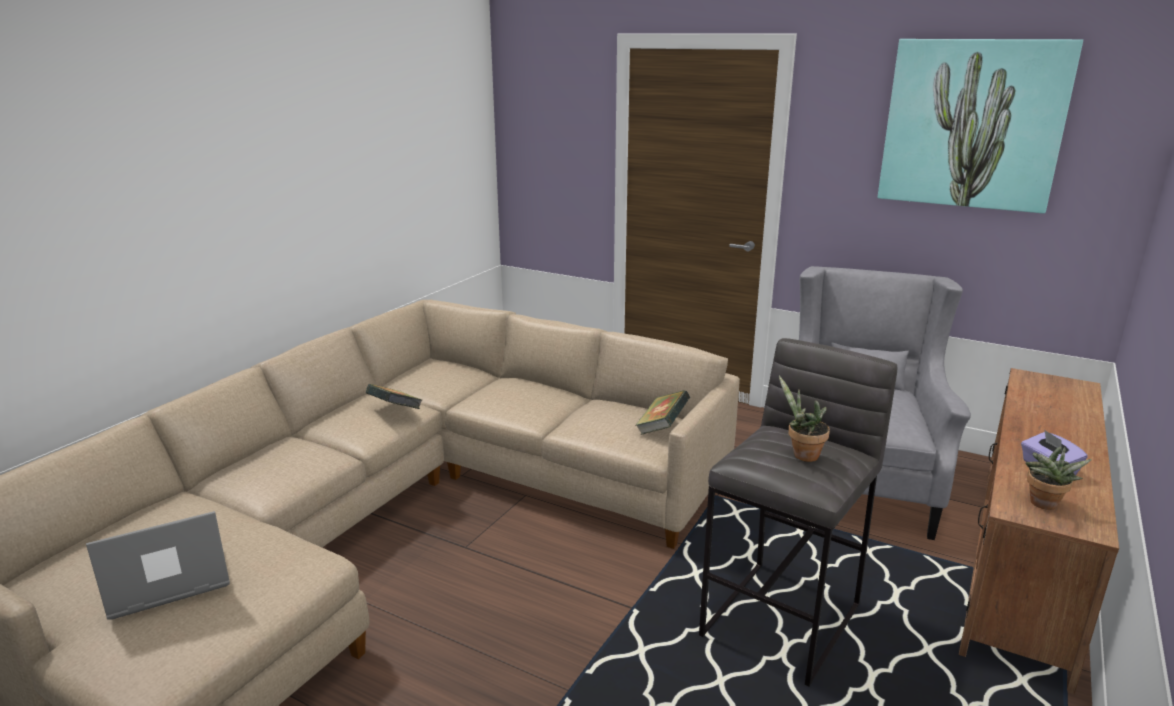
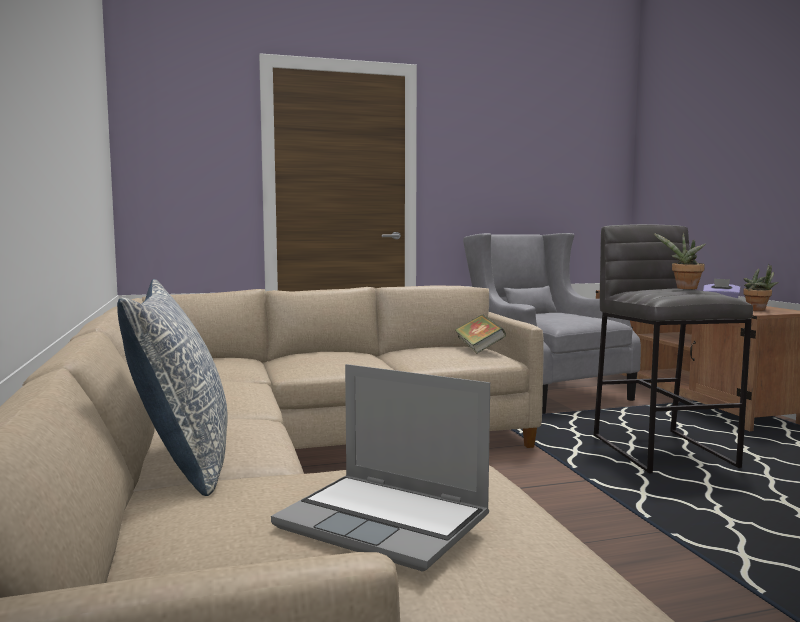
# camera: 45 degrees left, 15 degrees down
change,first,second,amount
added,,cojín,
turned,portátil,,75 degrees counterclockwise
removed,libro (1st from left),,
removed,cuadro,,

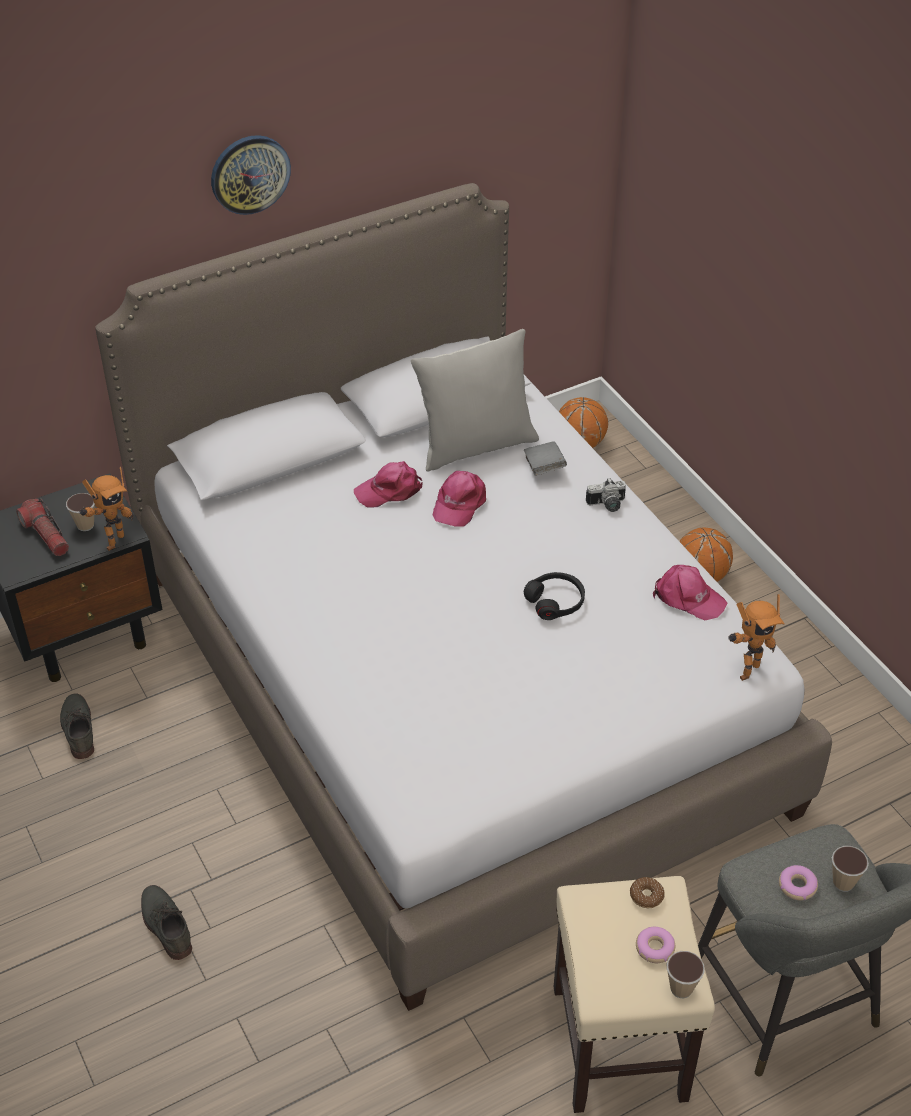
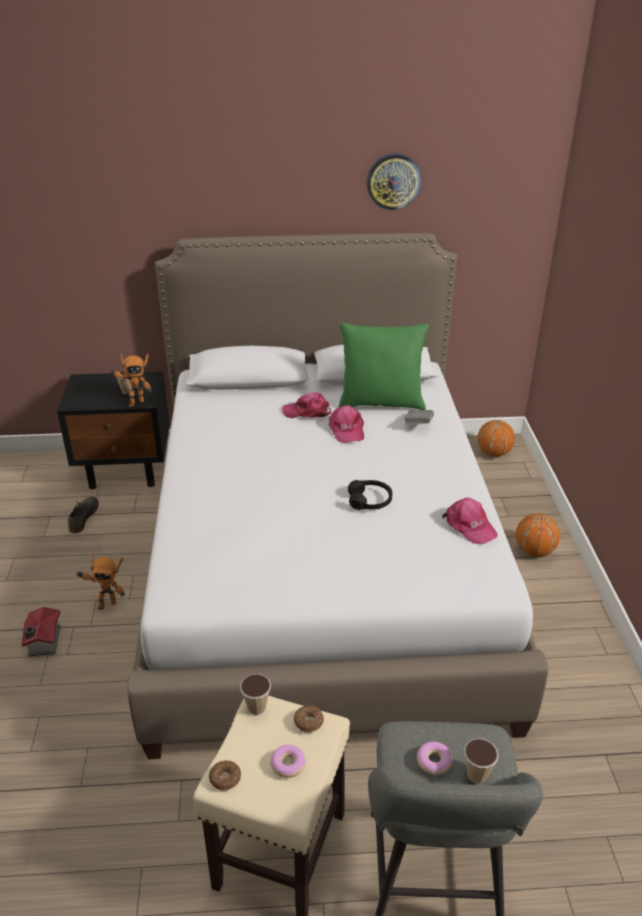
# camera: 25 degrees right, 10 degrees down
change,first,second,amount
replaced,zapato [gris] (2nd from left),casita,
moved,robot de juguete (2nd from left in the first image),robot de juguete (1st from left),
added,,rosquilla (1st from left),
moved,taza (2nd from left),,
turned,gorra [rosa] (2nd from left),,60 degrees counterclockwise
recoloured,cojín [gris],cojín [verde],
moved,reloj de pared,,
removed,linterna,,
removed,cámara,,

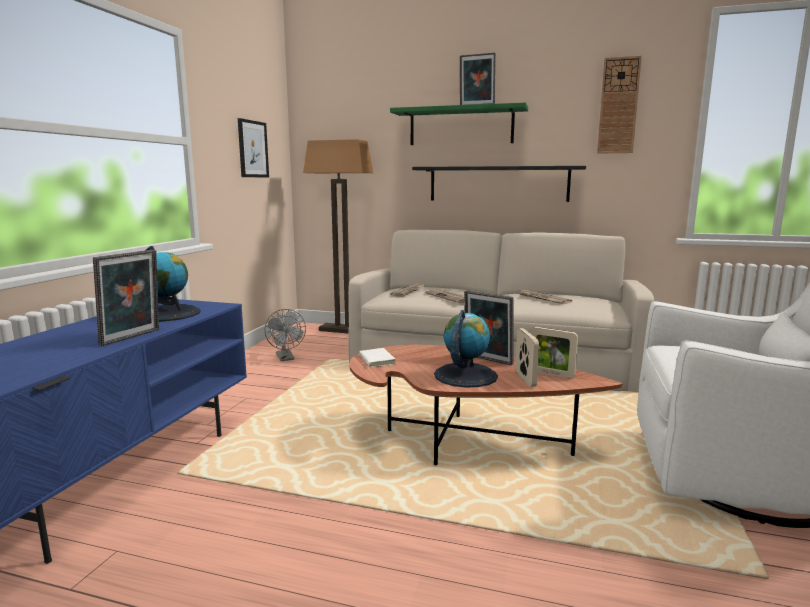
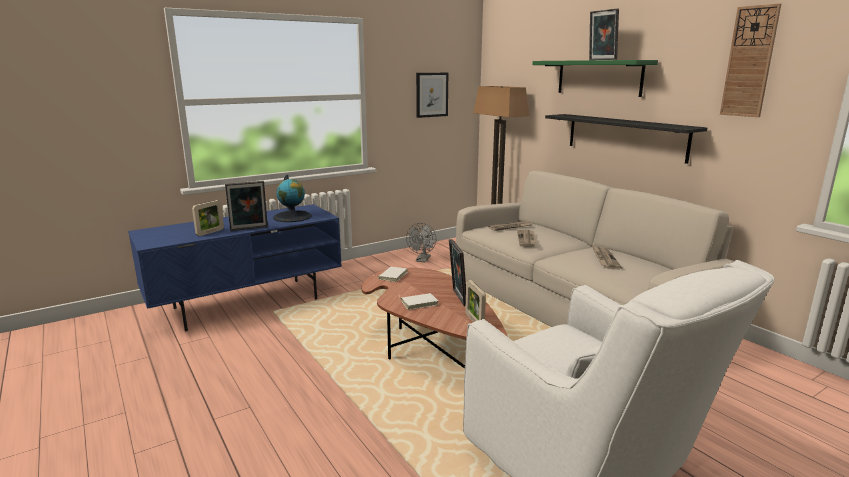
# camera: 40 degrees right, 5 degrees up
change,first,second,amount
moved,portarretratos (4th from left in the first image),portarretratos (1st from left),
replaced,globo terráqueo (2nd from left),libro [blanco] (2nd from left),

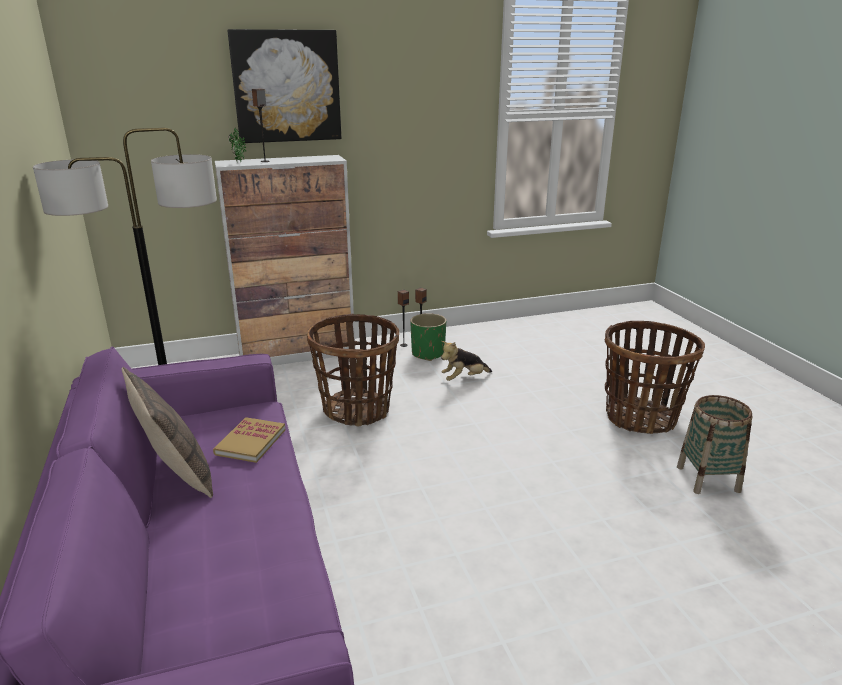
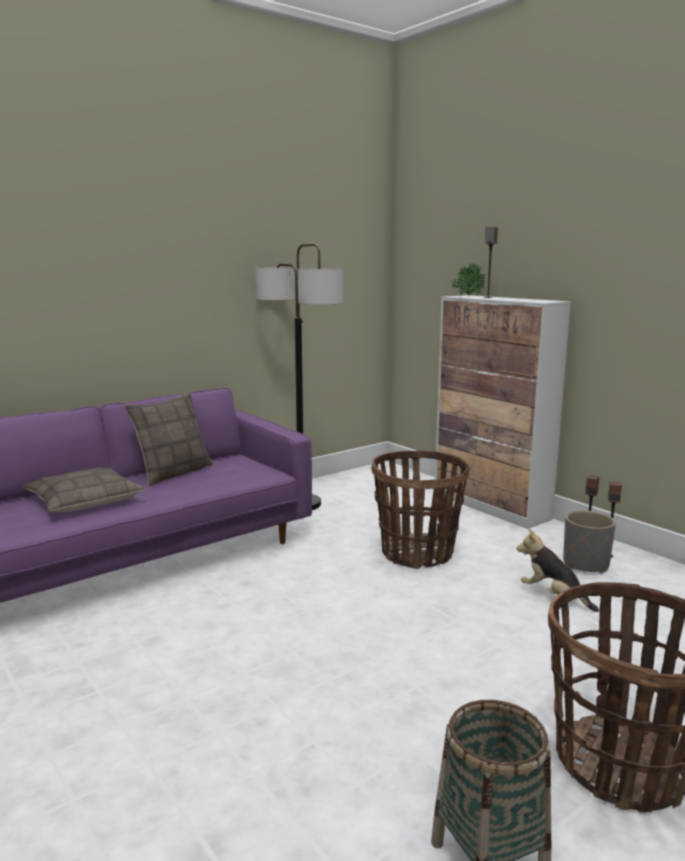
# camera: 70 degrees right, 10 degrees down
change,first,second,amount
added,,cojín (1st from left),
recoloured,maceta [verde],maceta [gris],
removed,libro,,
removed,cuadro,,

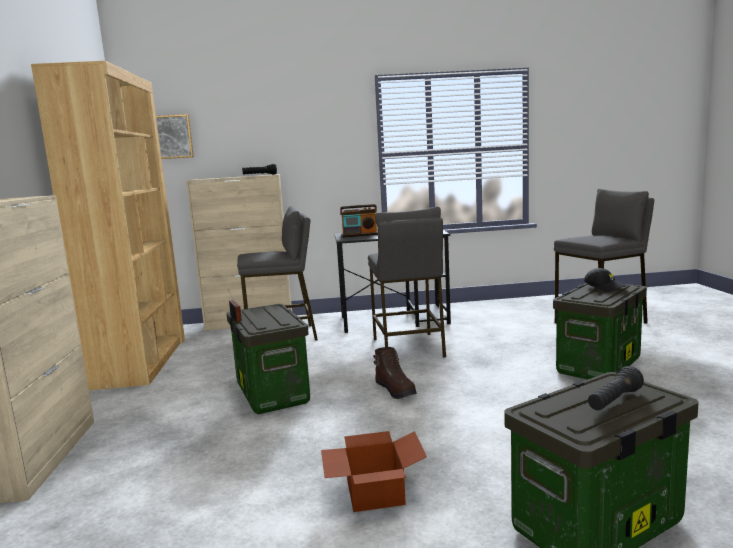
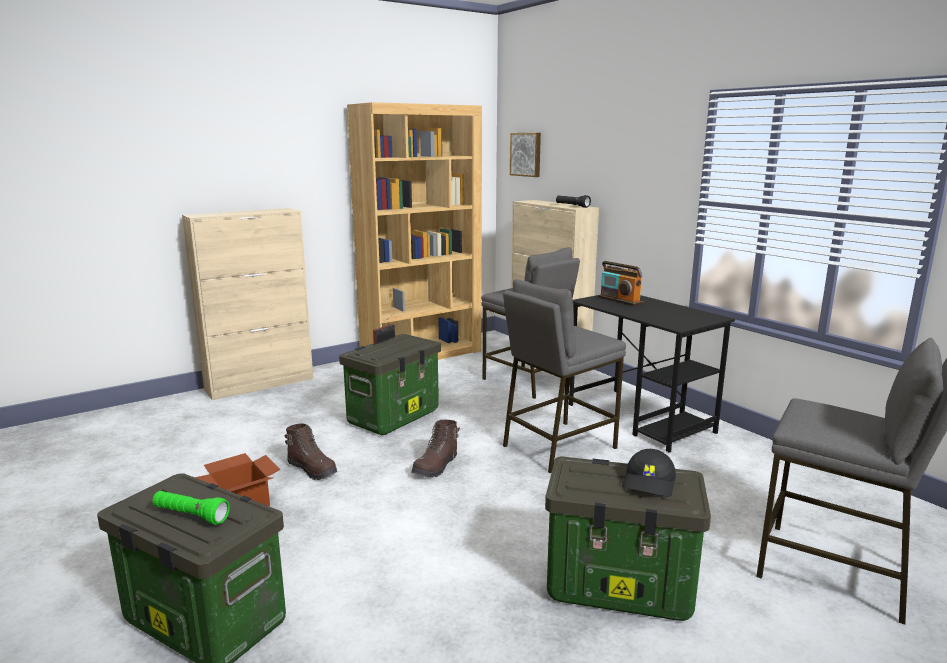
# camera: 60 degrees right, 5 degrees up
change,first,second,amount
recoloured,linterna [negro] (2nd from left),linterna [verde],
added,,bota [marrón] (1st from left),

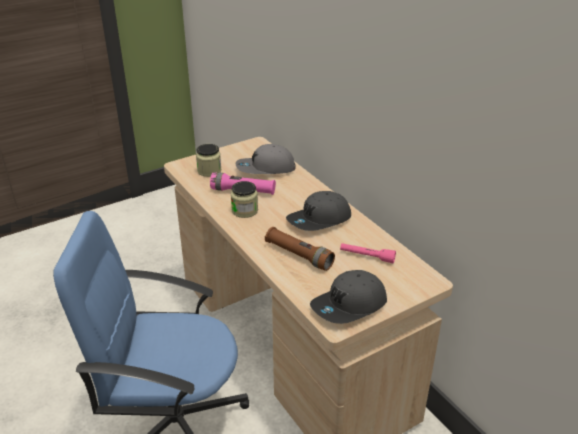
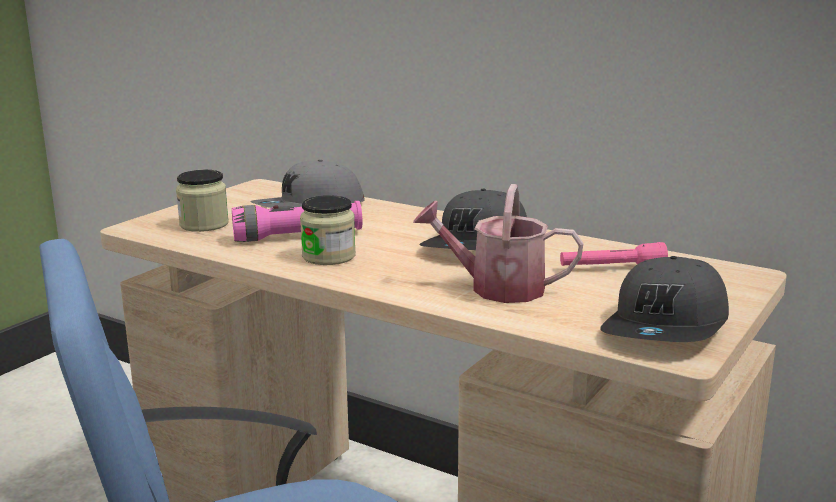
# camera: 25 degrees left, 15 degrees down
change,first,second,amount
replaced,linterna [marrón],regadera,

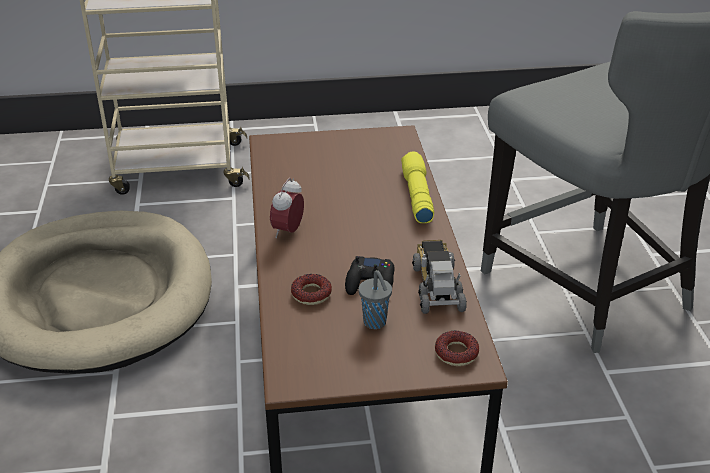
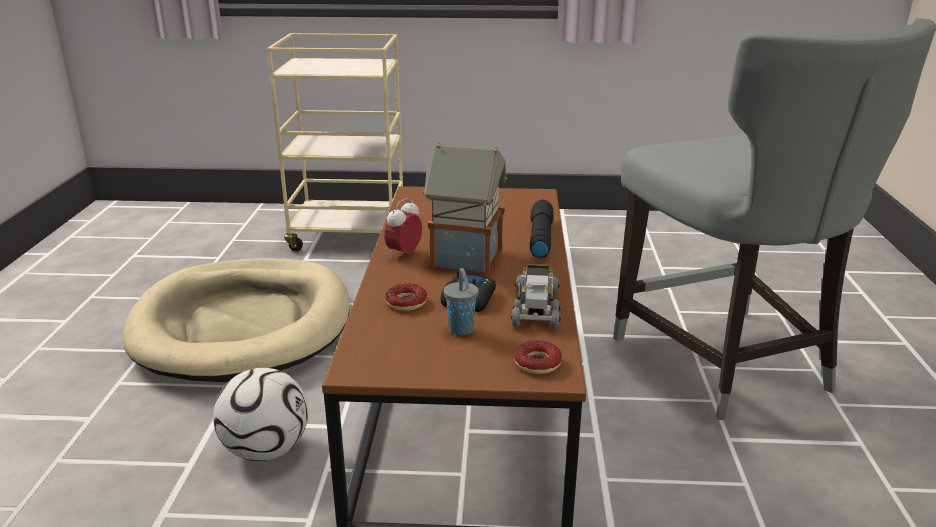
# camera: 10 degrees right, 10 degrees down
change,first,second,amount
added,,balón de fútbol,
added,,casita,
recoloured,linterna [amarillo],linterna [negro],

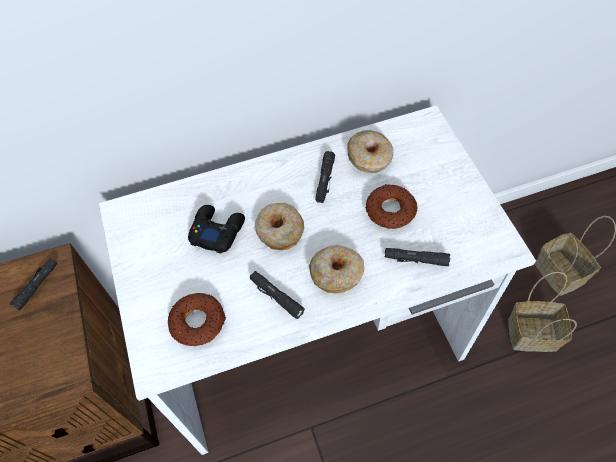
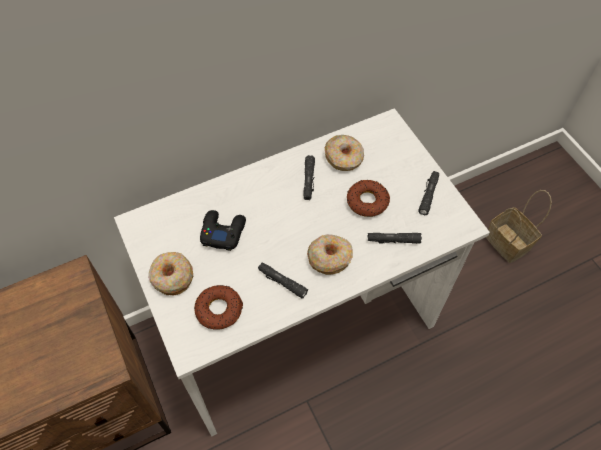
# camera: 10 degrees left, 0 degrees up
change,first,second,amount
moved,rosquilla (2nd from left in the first image),rosquilla (1st from left),
moved,linterna [negro] (1st from left in the first image),linterna [negro] (4th from left),
removed,cesta (1st from left),,

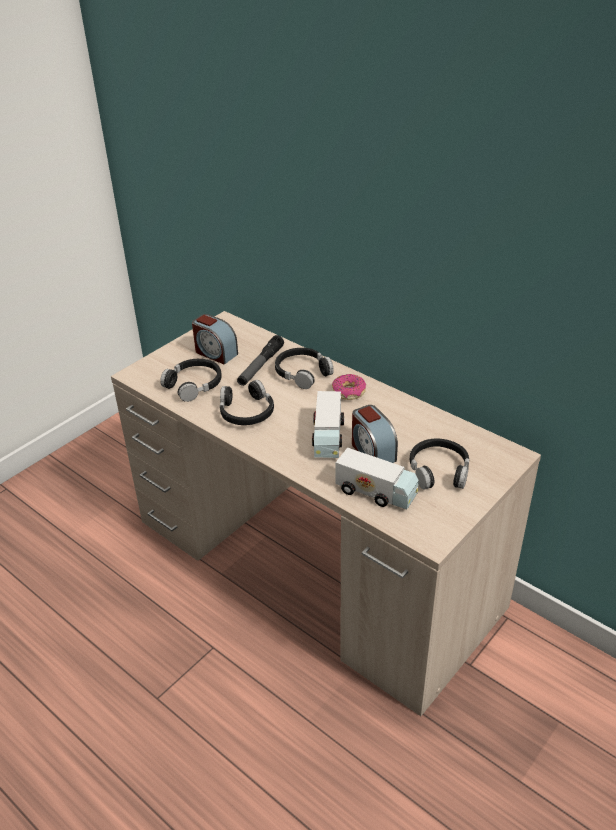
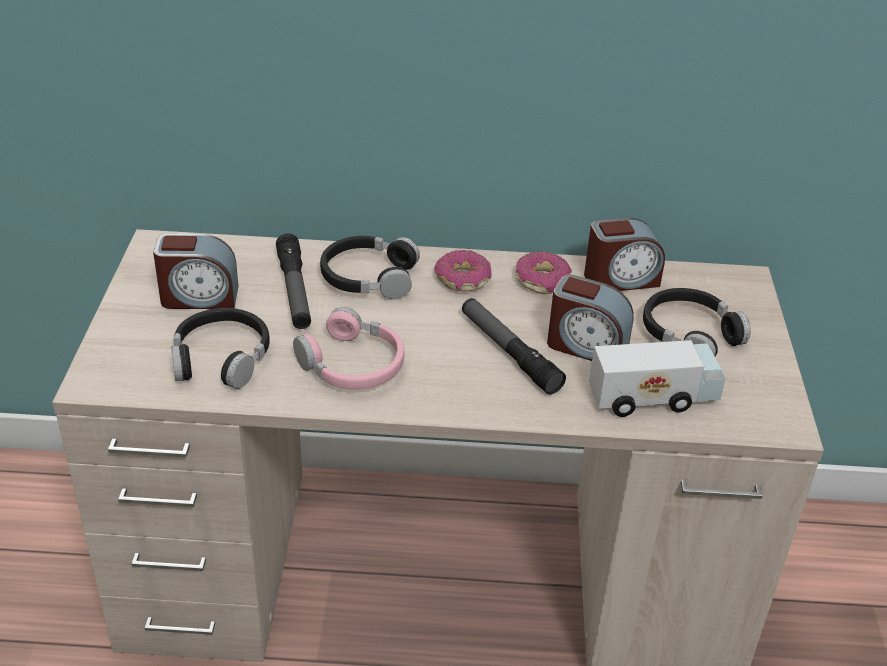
# camera: 40 degrees left, 0 degrees up
change,first,second,amount
recoloured,auriculares [negro] (2nd from left),auriculares [rosa],
replaced,camión de juguete (1st from left),linterna (2nd from left),
added,,rosquilla (2nd from left),
added,,despertador (3rd from left),

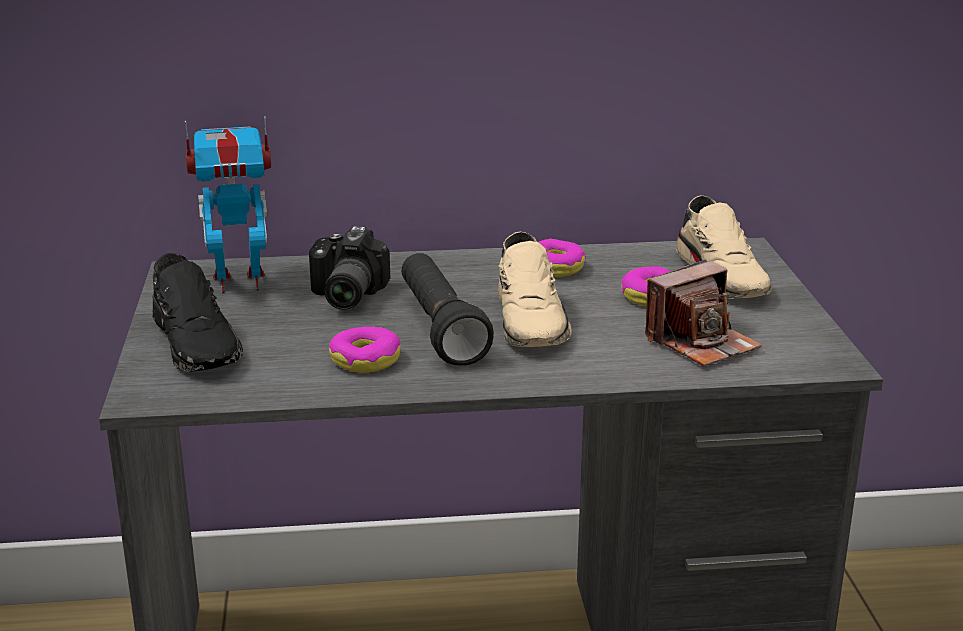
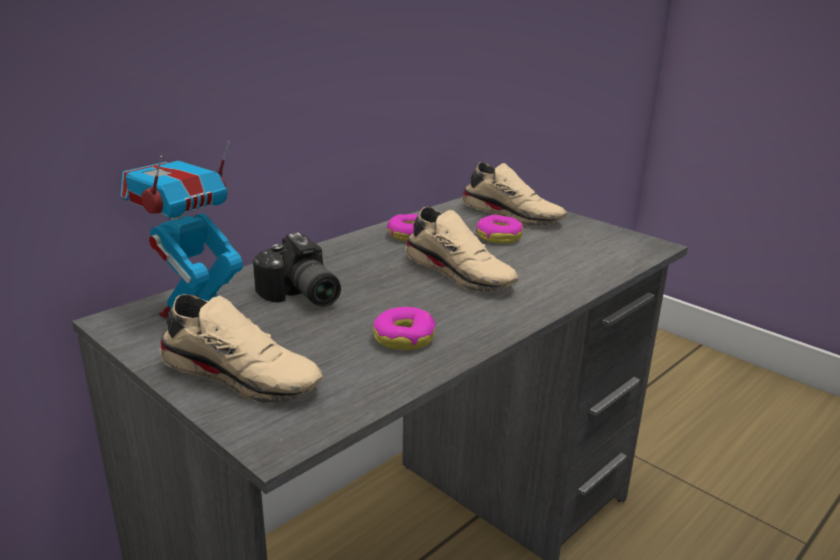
# camera: 40 degrees left, 0 degrees up
change,first,second,amount
recoloured,zapato [negro],zapato [beis] (1st from left),
removed,linterna [negro],,
removed,cámara (2nd from left),,

